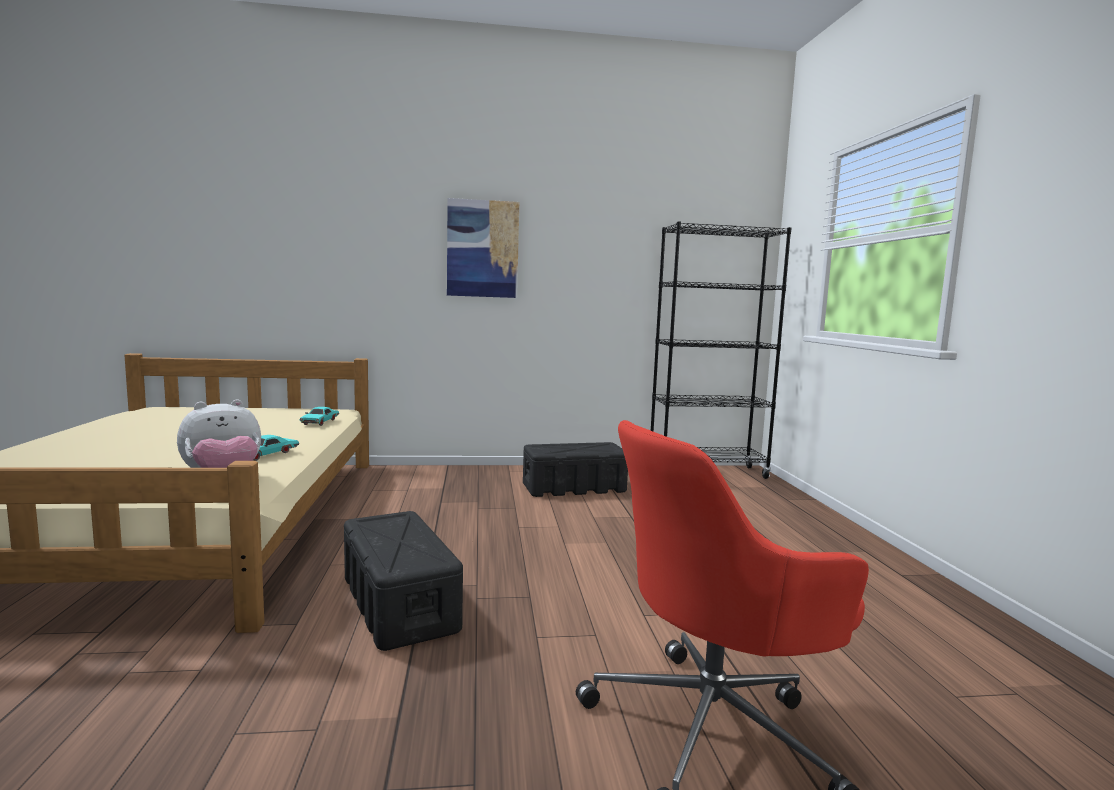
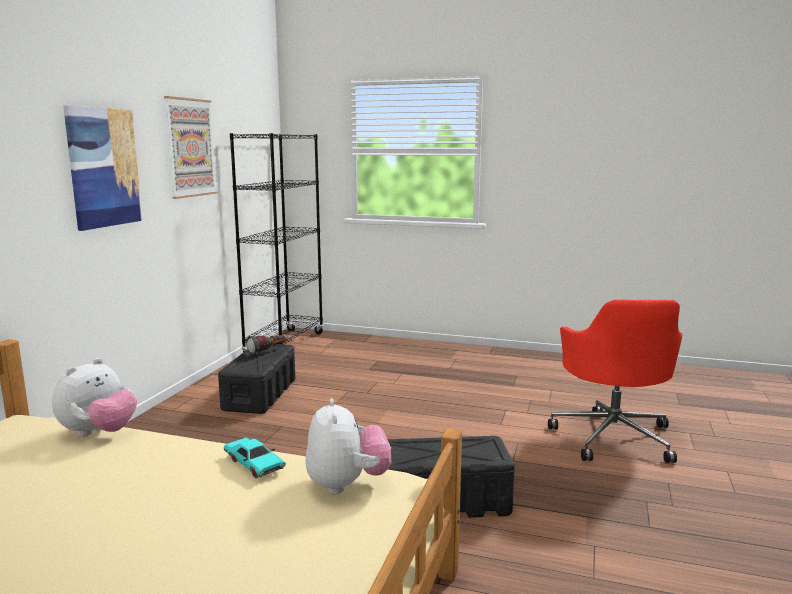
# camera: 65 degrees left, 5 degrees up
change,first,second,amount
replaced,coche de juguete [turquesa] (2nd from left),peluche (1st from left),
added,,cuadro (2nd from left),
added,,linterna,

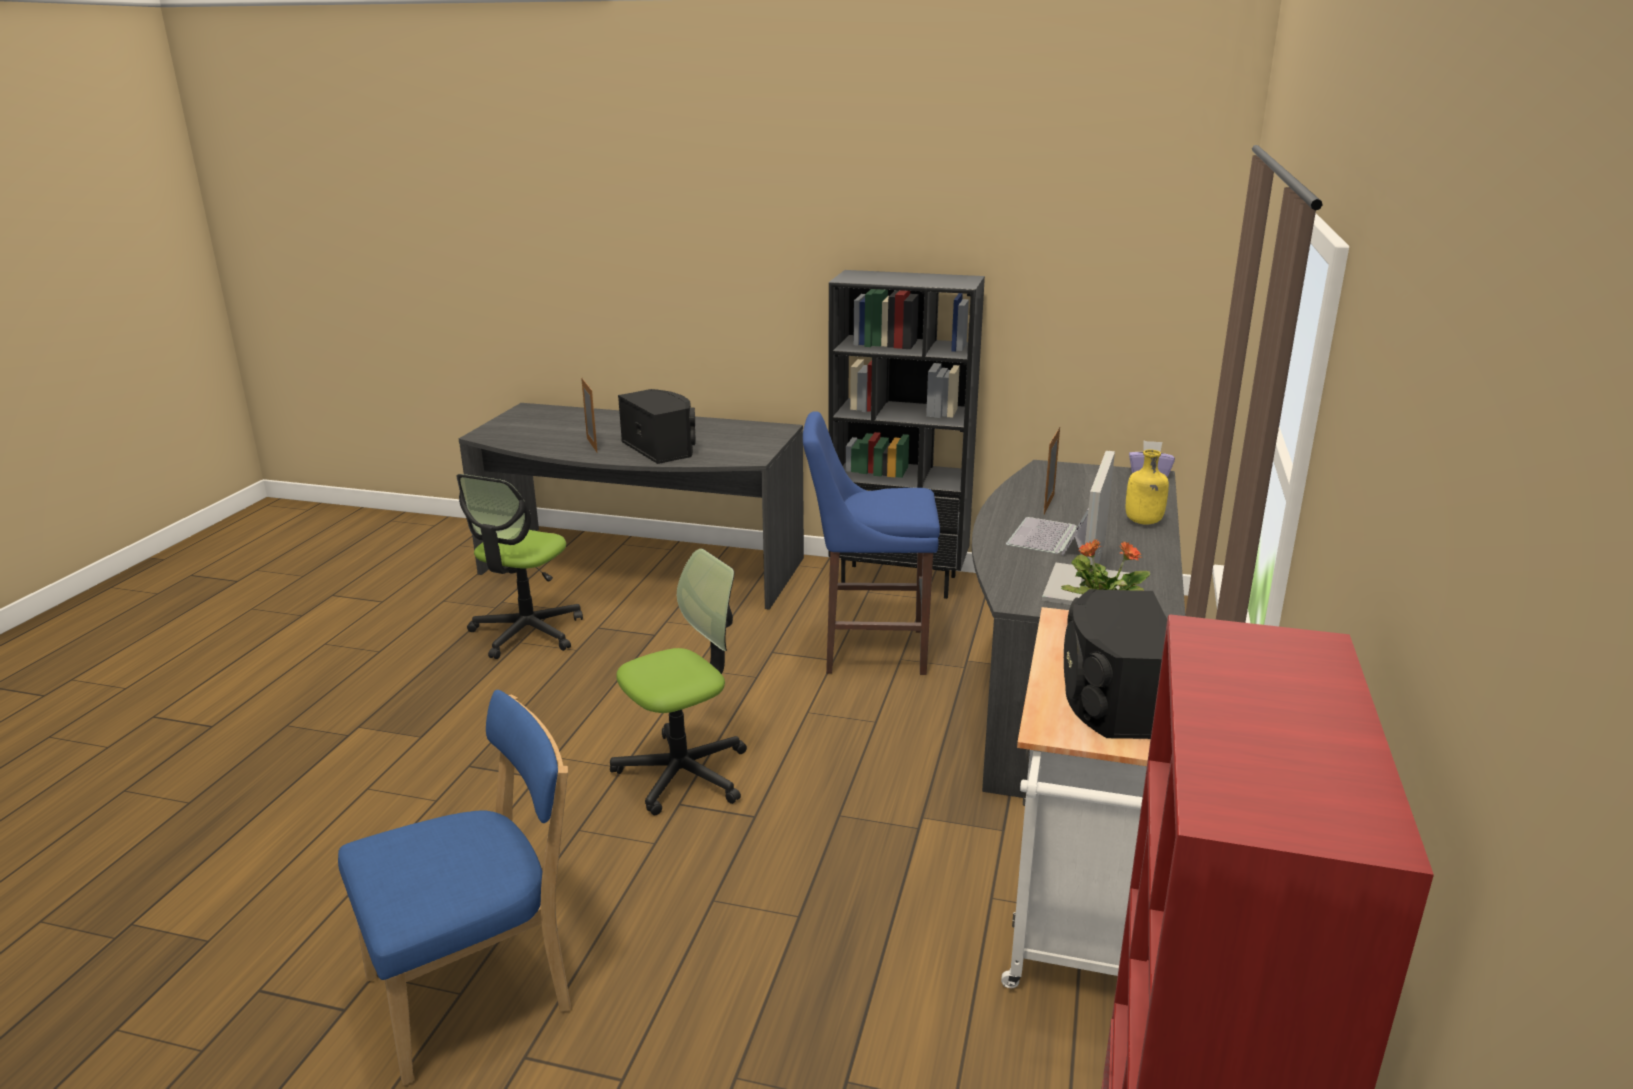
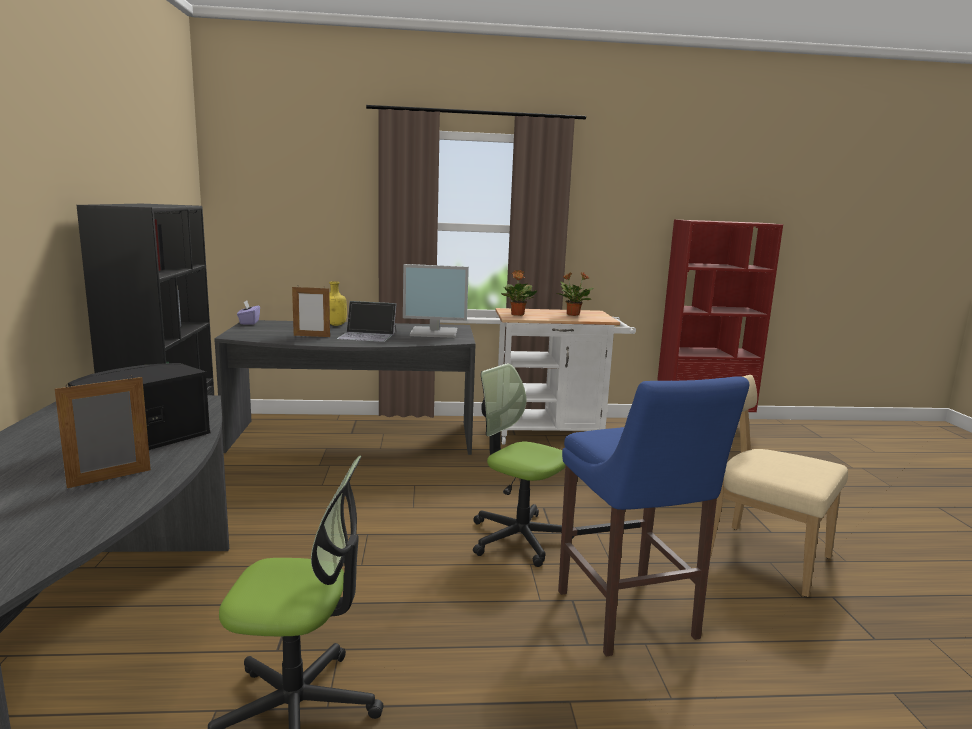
# camera: 110 degrees left, 10 degrees down
change,first,second,amount
replaced,altavoz [negro] (2nd from left),planta en maceta (2nd from left),
moved,taburete [azul],,
recoloured,silla [azul],silla [beis],

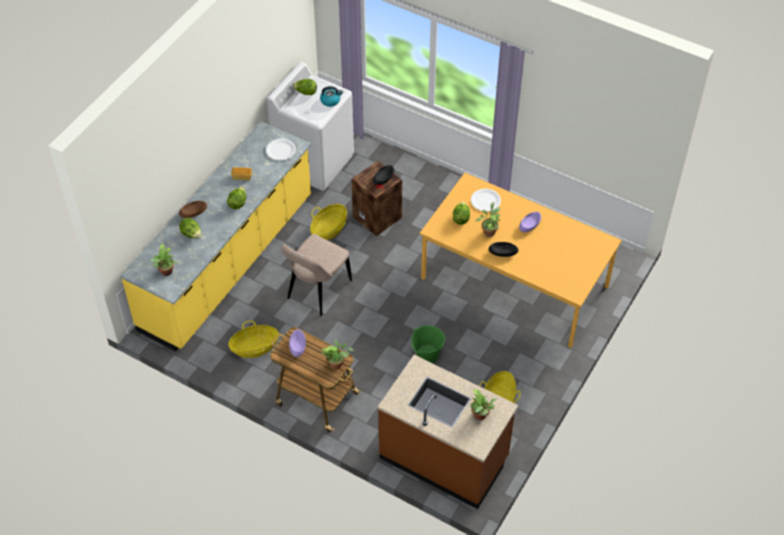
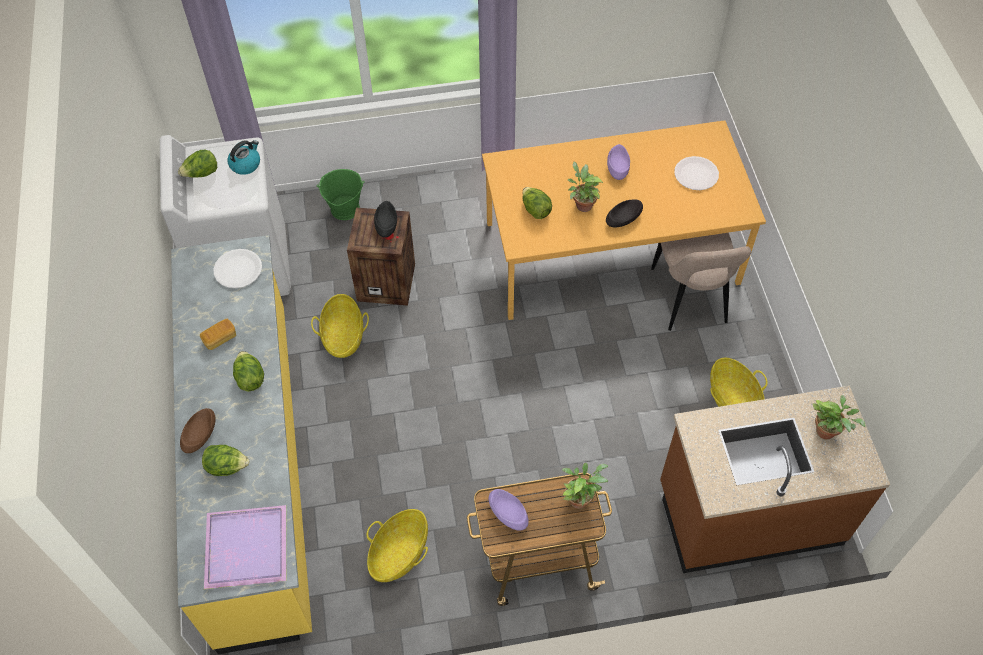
# camera: 40 degrees left, 5 degrees up
change,first,second,amount
replaced,planta en maceta (1st from left),bandeja [morado],
moved,cubo [verde],,
moved,silla [beis],,
moved,plato [blanco] (2nd from left),,

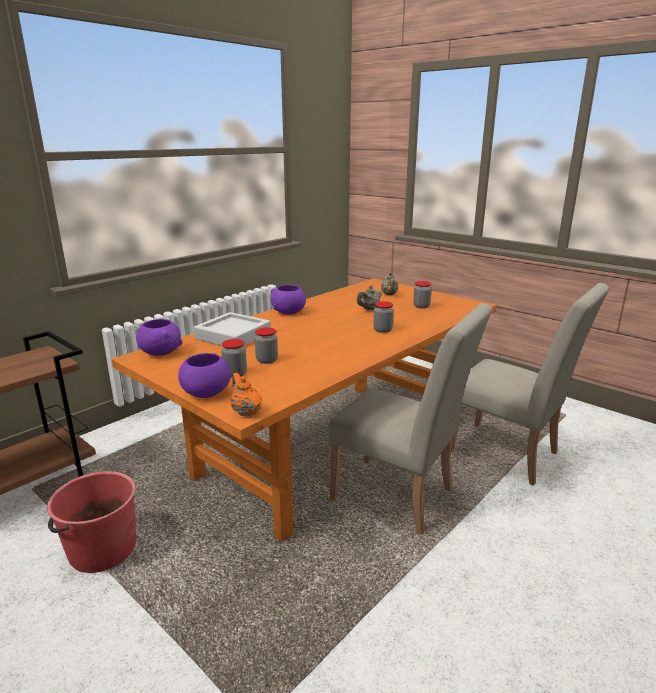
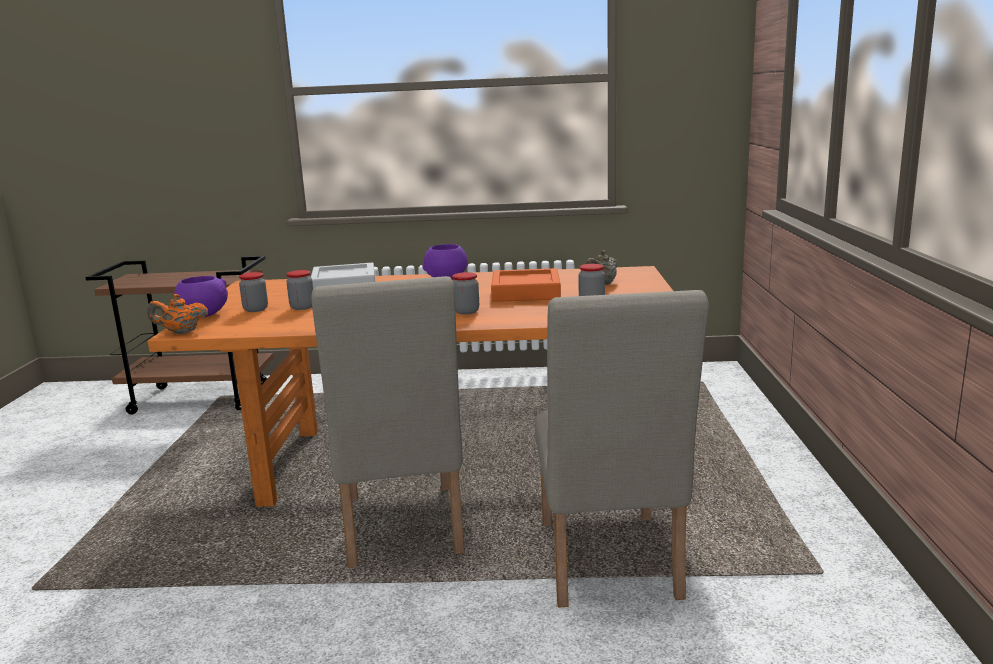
# camera: 50 degrees right, 5 degrees down
change,first,second,amount
turned,tetera [naranja],,120 degrees counterclockwise
replaced,tetera [beis] (1st from left),bandeja [naranja],
removed,cubo [rojo],,
removed,cuenco [morado] (1st from left),,

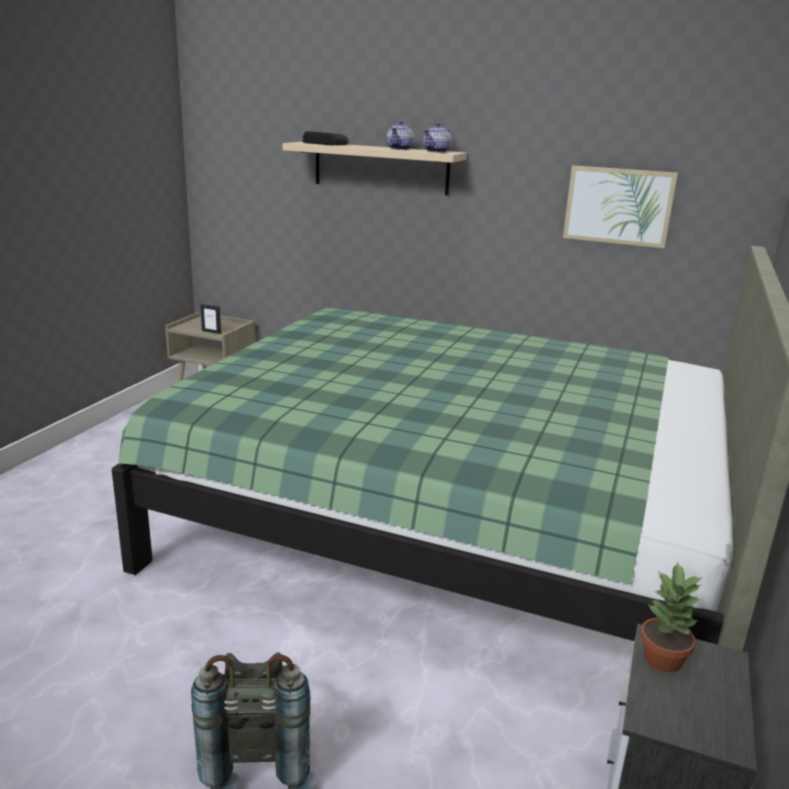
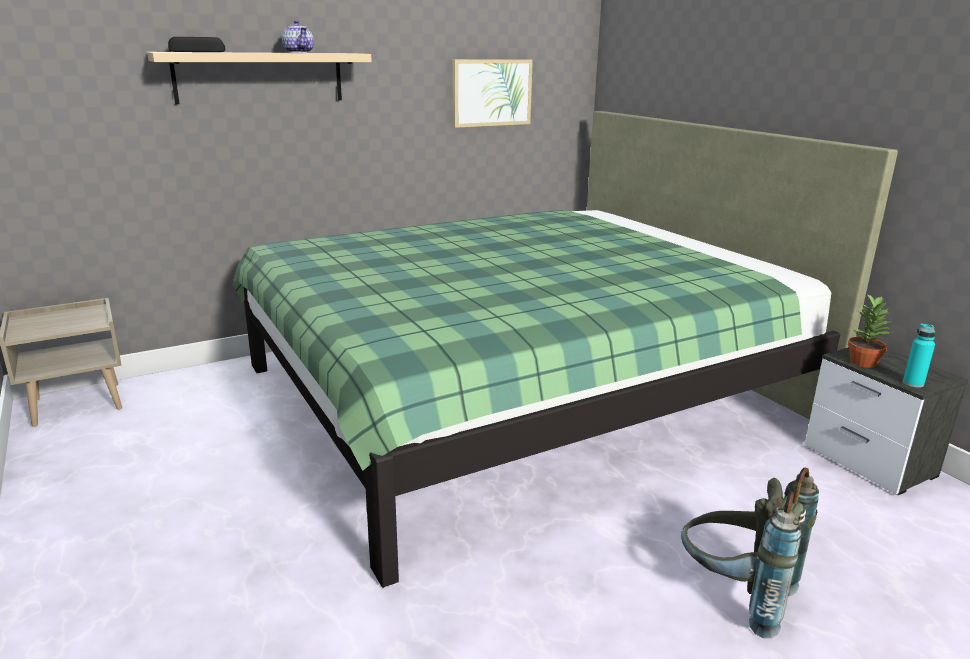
# camera: 50 degrees left, 0 degrees up
change,first,second,amount
added,,botella [turquesa],
removed,portarretratos,,
removed,tetera (2nd from left),,

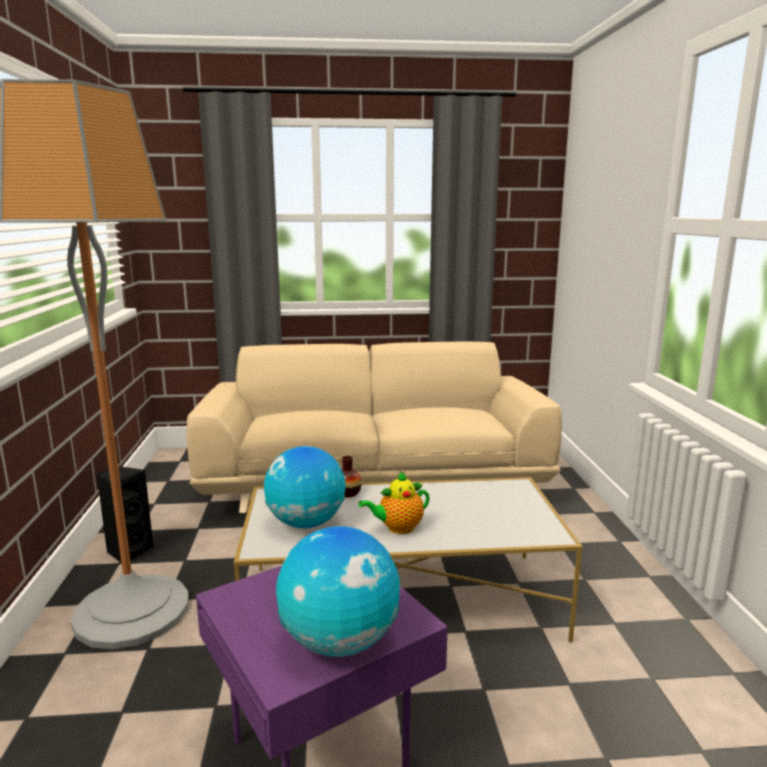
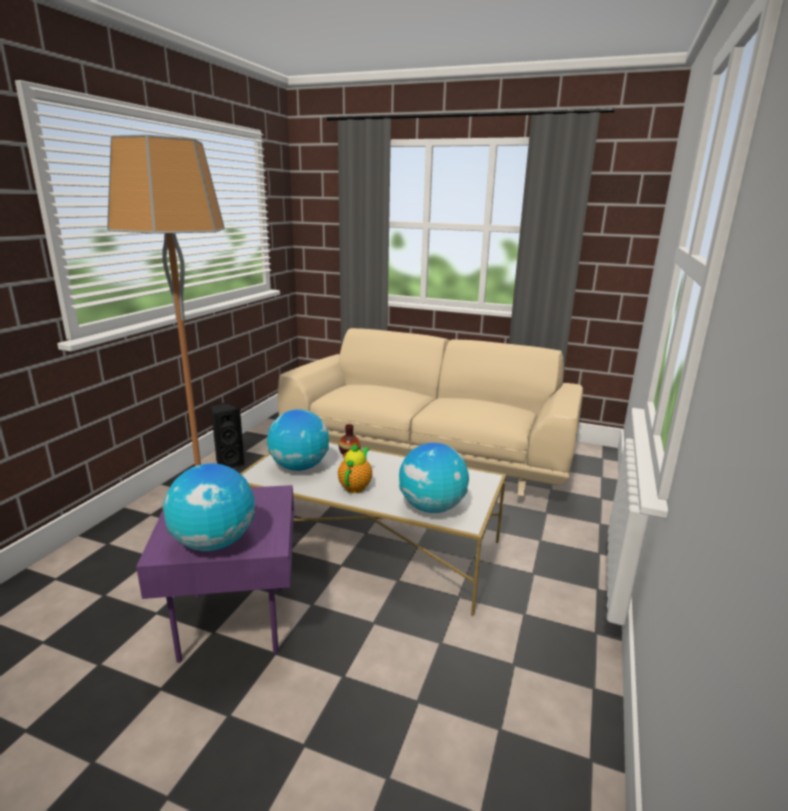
# camera: 25 degrees right, 5 degrees up
change,first,second,amount
turned,tetera,,105 degrees clockwise
added,,globo terráqueo (3rd from left),

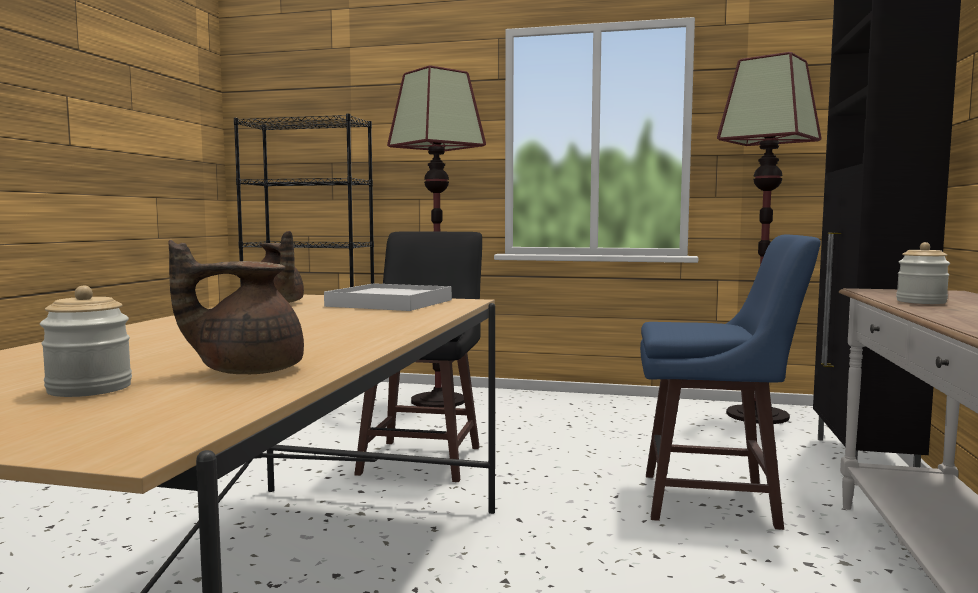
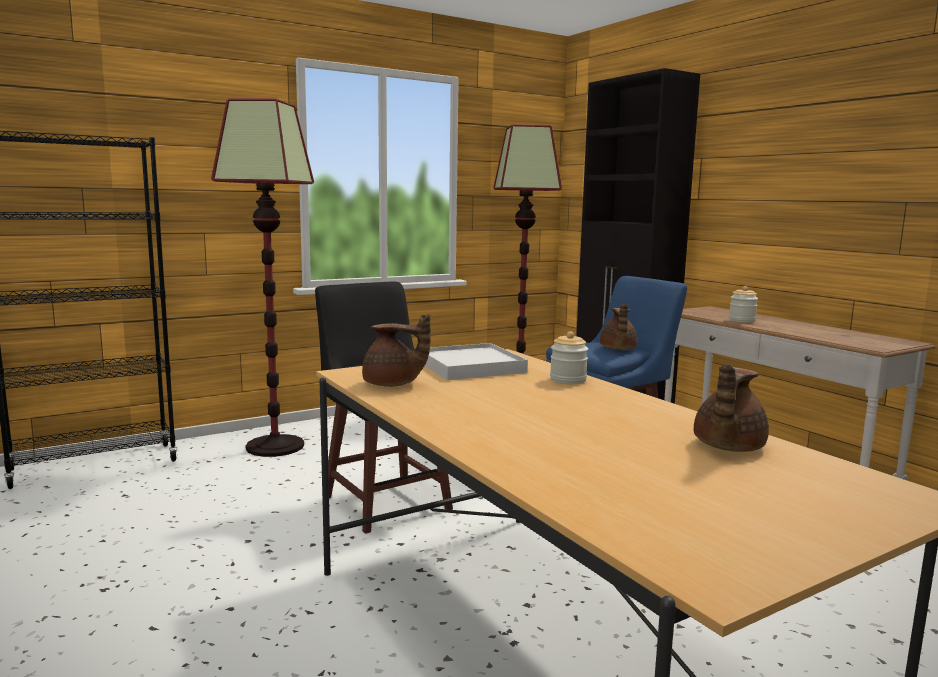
# camera: 45 degrees left, 5 degrees up
change,first,second,amount
moved,tarro (1st from left),,
added,,tetera [marrón] (2nd from left),

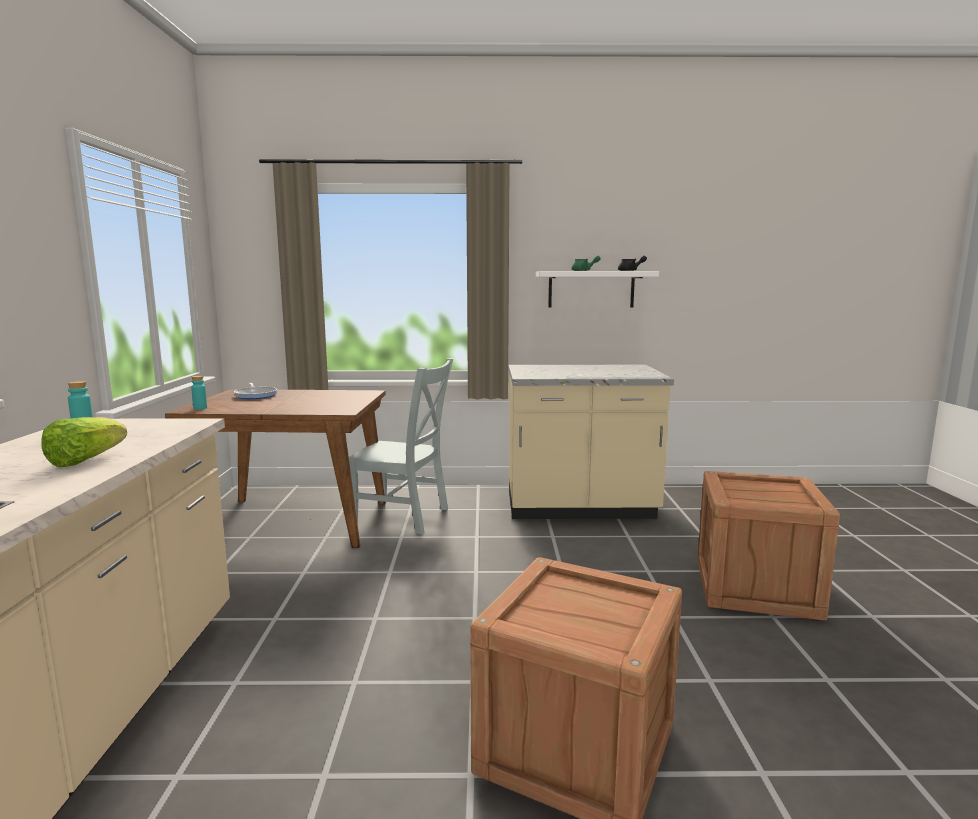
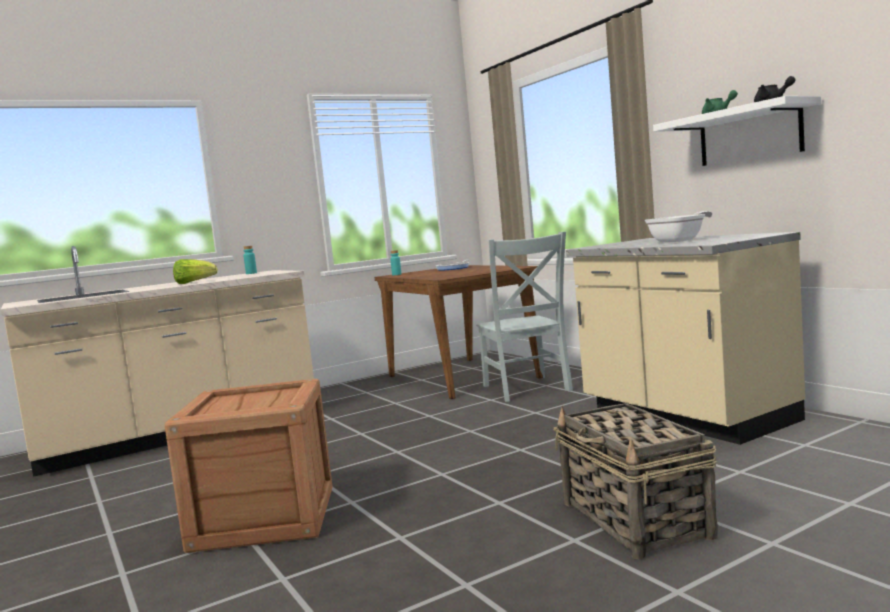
# camera: 60 degrees right, 5 degrees down
change,first,second,amount
replaced,caja de embalaje (2nd from left),cesta,
added,,sartén (2nd from left),

